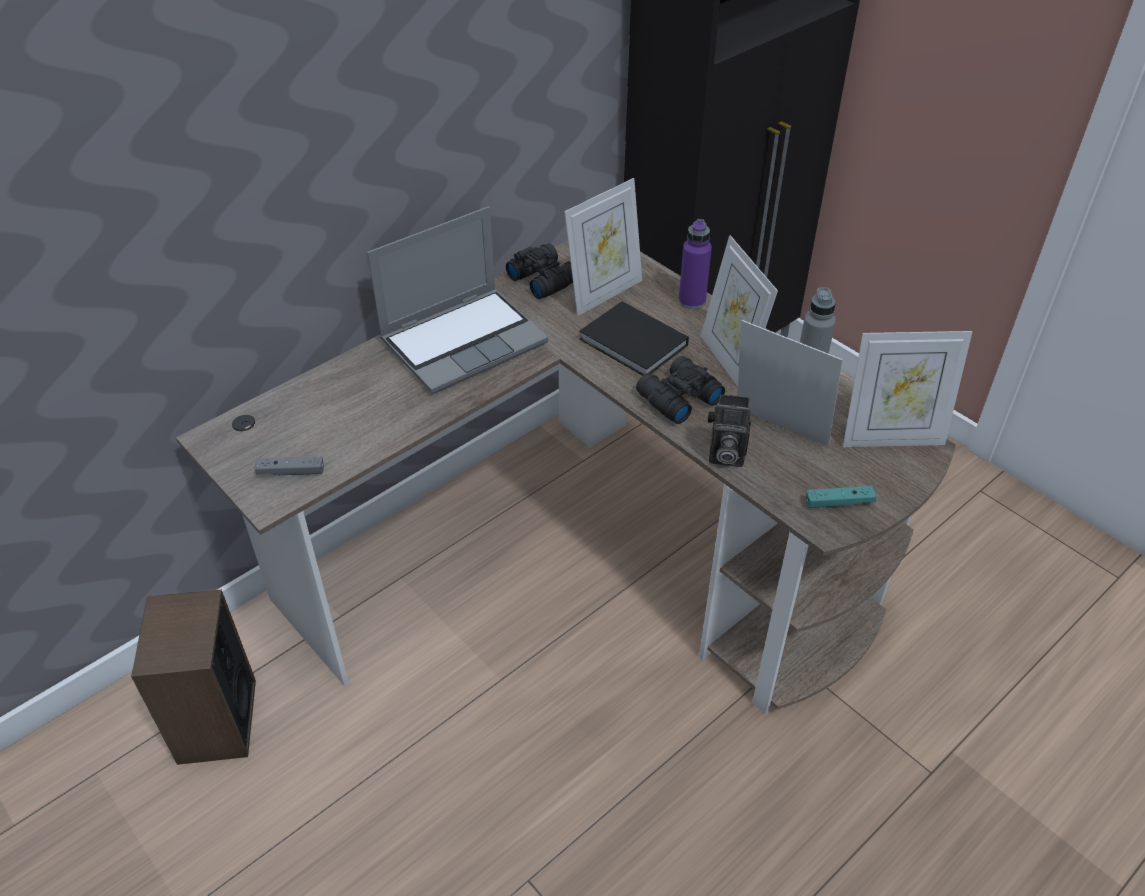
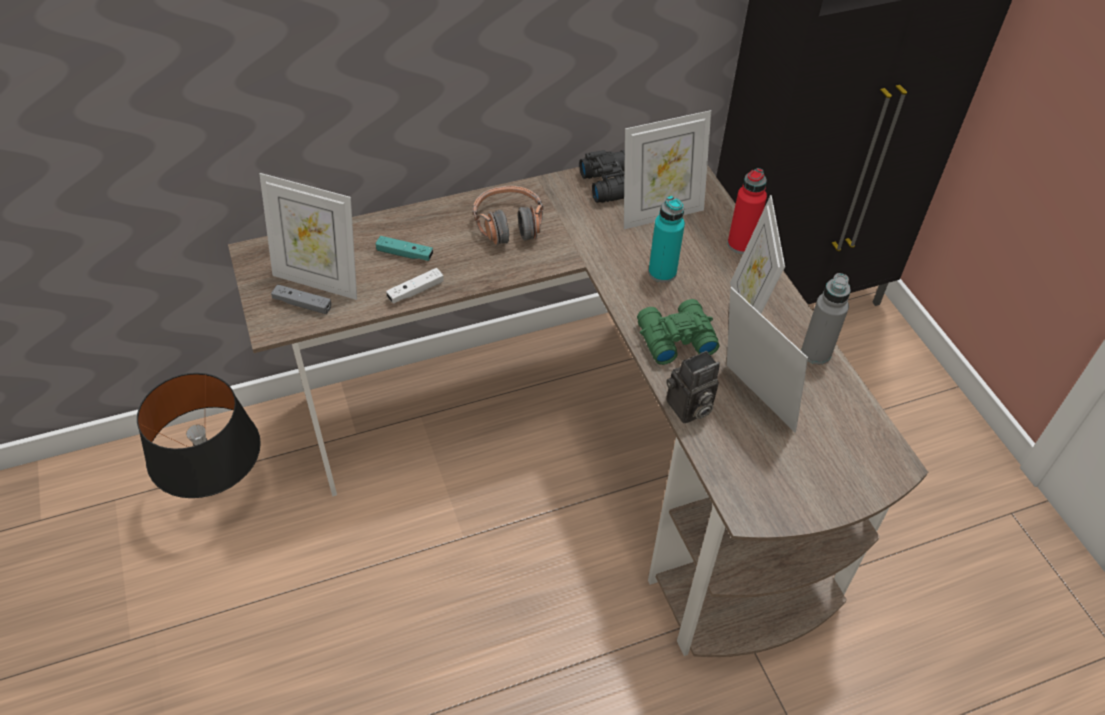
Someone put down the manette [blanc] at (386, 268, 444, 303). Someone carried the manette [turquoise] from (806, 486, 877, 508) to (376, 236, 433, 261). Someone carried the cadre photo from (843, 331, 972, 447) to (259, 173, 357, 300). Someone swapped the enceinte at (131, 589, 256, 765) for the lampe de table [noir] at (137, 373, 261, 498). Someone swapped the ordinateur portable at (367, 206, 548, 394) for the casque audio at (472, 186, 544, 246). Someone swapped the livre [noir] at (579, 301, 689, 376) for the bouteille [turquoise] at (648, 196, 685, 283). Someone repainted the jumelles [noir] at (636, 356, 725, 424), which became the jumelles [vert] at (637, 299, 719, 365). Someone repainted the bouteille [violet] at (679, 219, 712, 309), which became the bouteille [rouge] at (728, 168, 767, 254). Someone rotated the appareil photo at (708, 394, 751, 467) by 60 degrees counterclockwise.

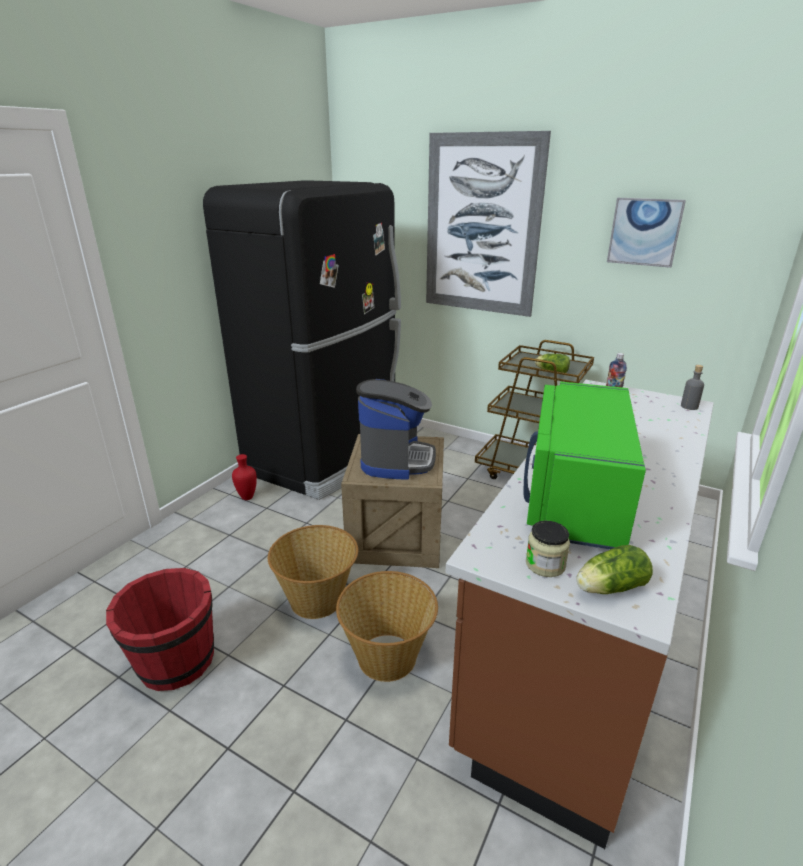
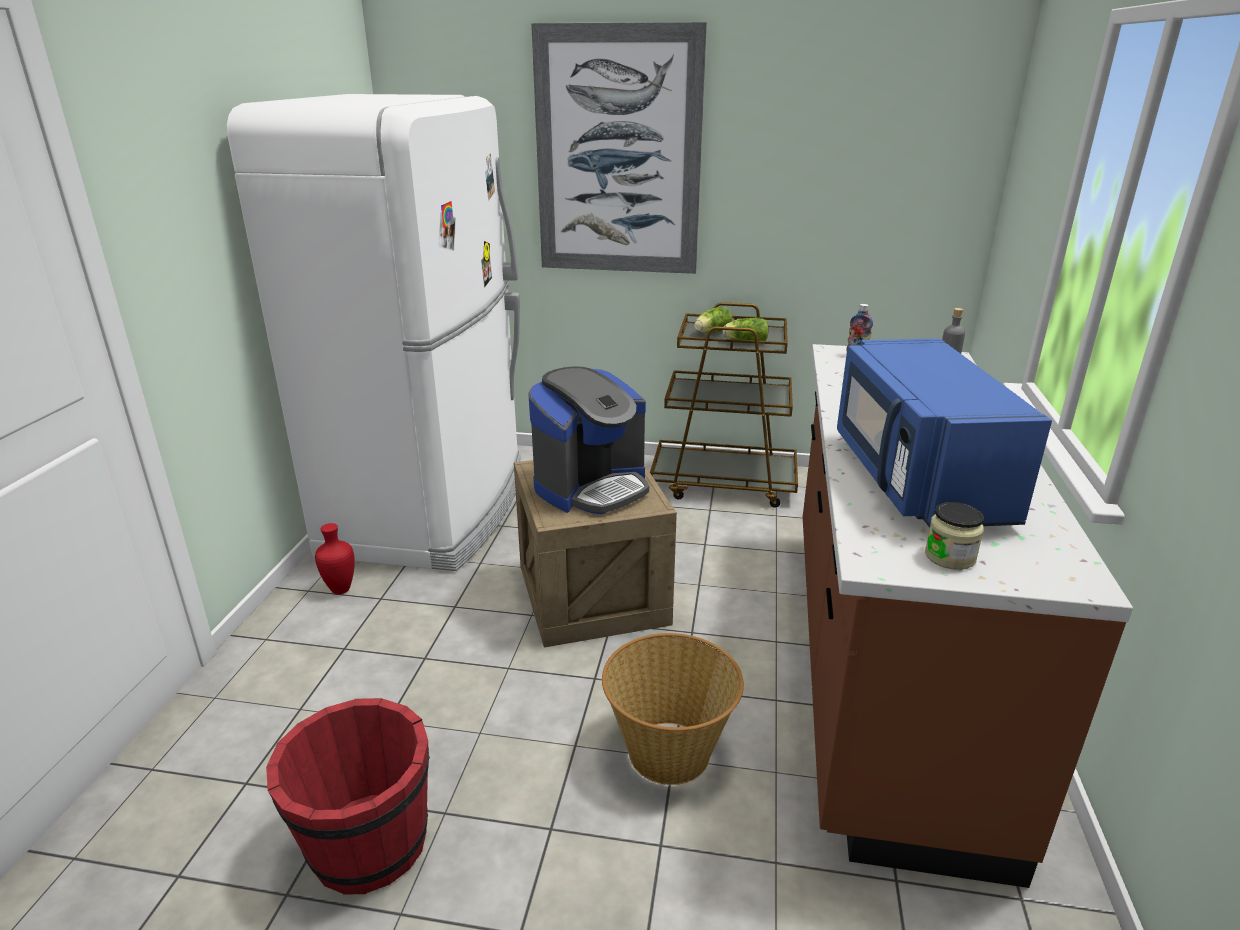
Someone took away the panier at (268, 525, 358, 619). Someone took away the tableau at (607, 198, 686, 268). Someone carried the laitue from (576, 545, 653, 594) to (694, 307, 733, 333). Someone repainted the réfrigérateur [noir] at (203, 180, 401, 500), which became the réfrigérateur [blanc] at (227, 94, 521, 571). Someone repainted the micro-ondes [vert] at (524, 382, 646, 549), which became the micro-ondes [bleu] at (837, 338, 1052, 528). Someone rotated the machine à café at (356, 379, 436, 480) by 60 degrees clockwise.

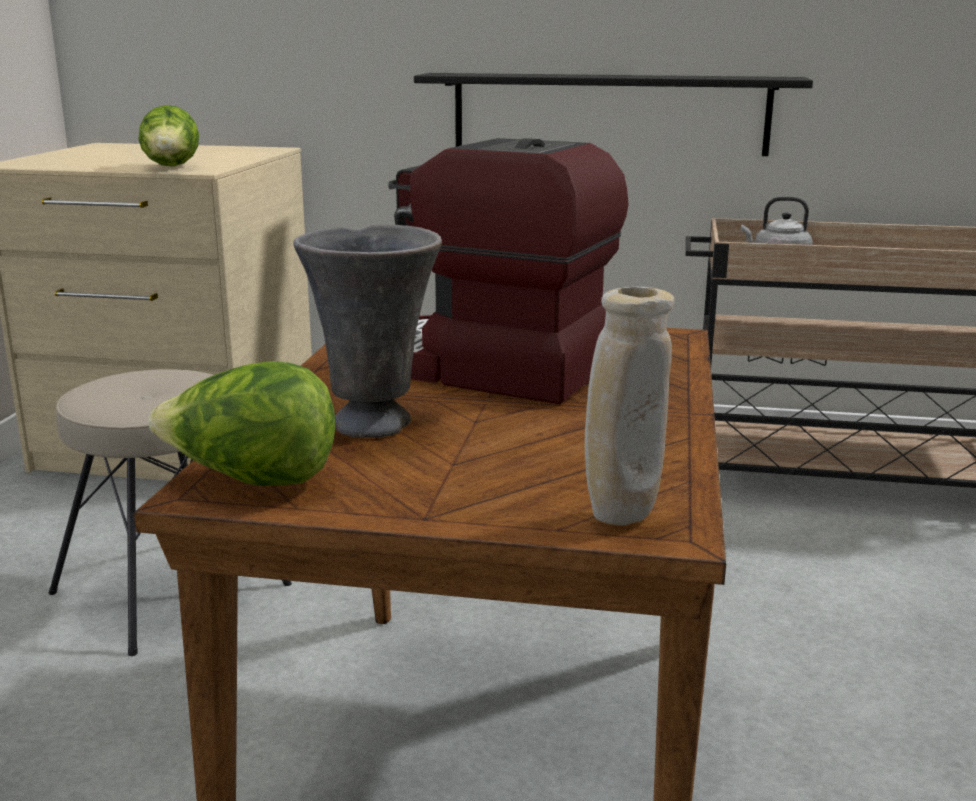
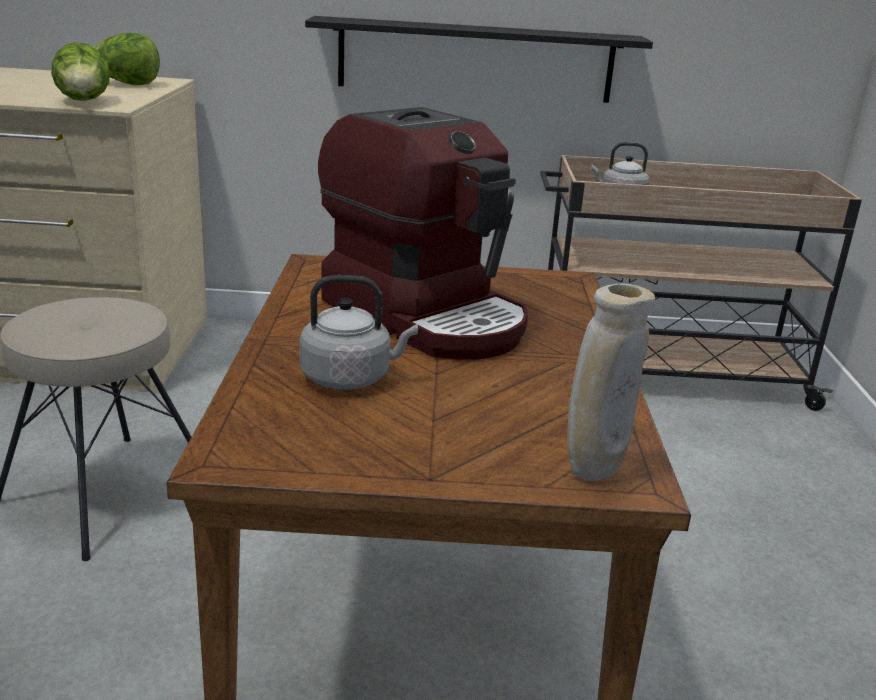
Someone carried the laitue from (149, 361, 335, 486) to (93, 32, 160, 85). Someone swapped the vase [gris] at (293, 224, 442, 438) for the bouilloire [gris] at (299, 275, 418, 390). Someone rotated the machine à café at (388, 138, 628, 404) by 150 degrees counterclockwise.

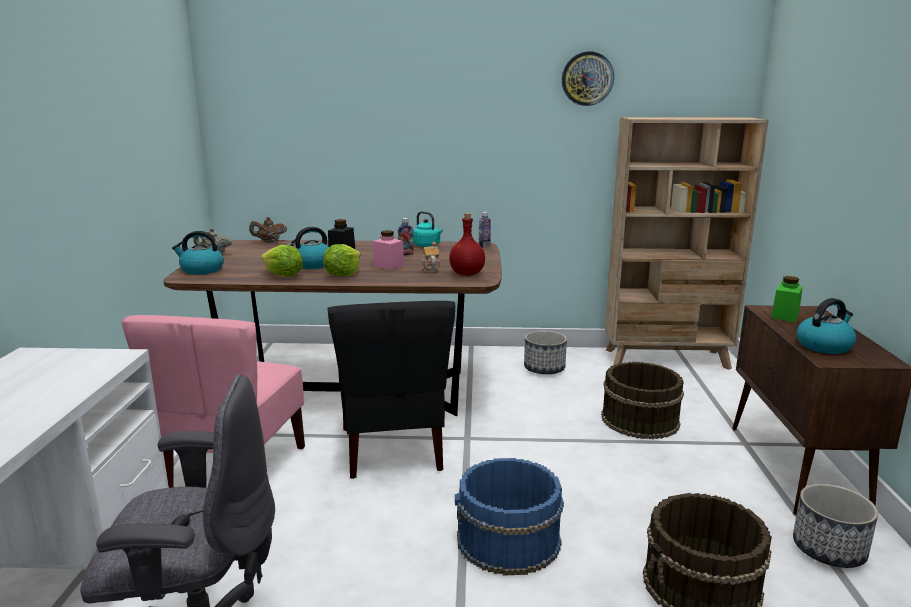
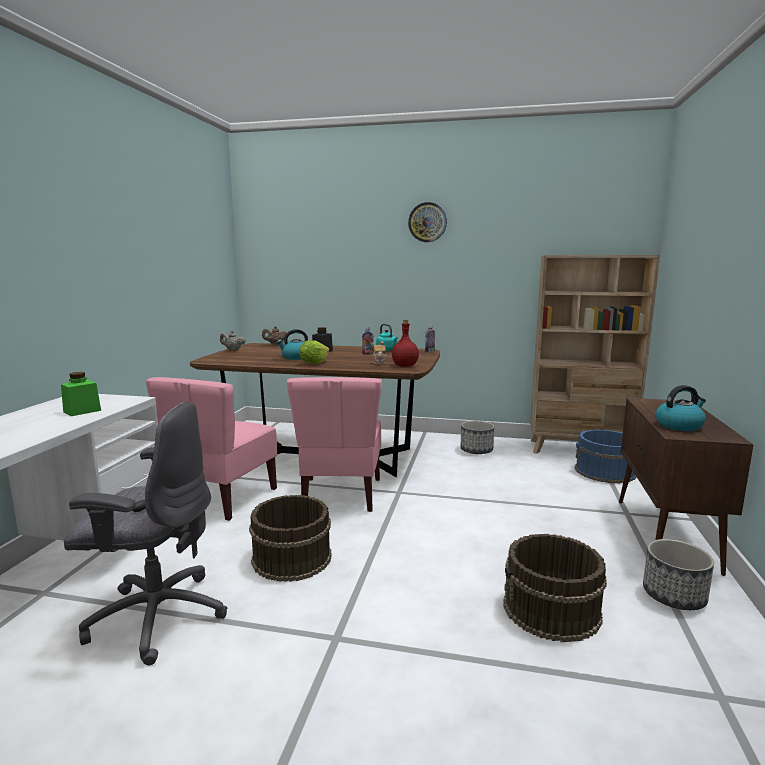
Someone took away the bouilloire at (172, 231, 224, 275). Someone took away the laitue at (261, 245, 303, 276). Someone took away the bocal [rose] at (373, 230, 404, 270). Someone carried the seau [bleu] from (455, 458, 564, 576) to (575, 429, 636, 483). Someone carried the horloge murale from (562, 51, 614, 106) to (408, 202, 447, 242). Someone carried the seau [marron] from (601, 362, 684, 439) to (249, 495, 332, 582). Someone carried the bocal [vert] from (771, 276, 803, 322) to (61, 372, 101, 416). Someone repainted the chaise [noir] at (327, 301, 455, 479), which became the chaise [rose] at (287, 377, 382, 512).

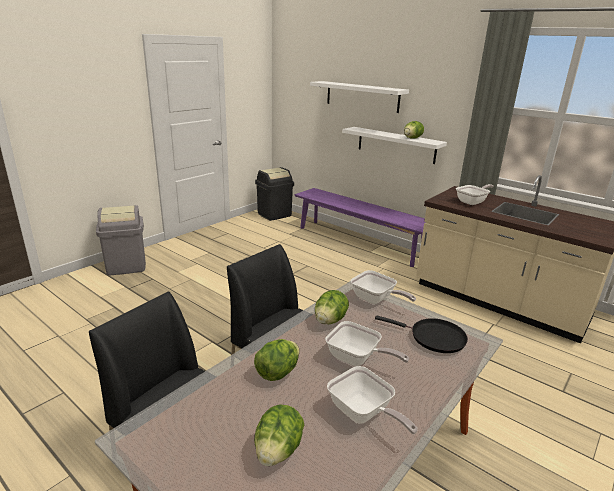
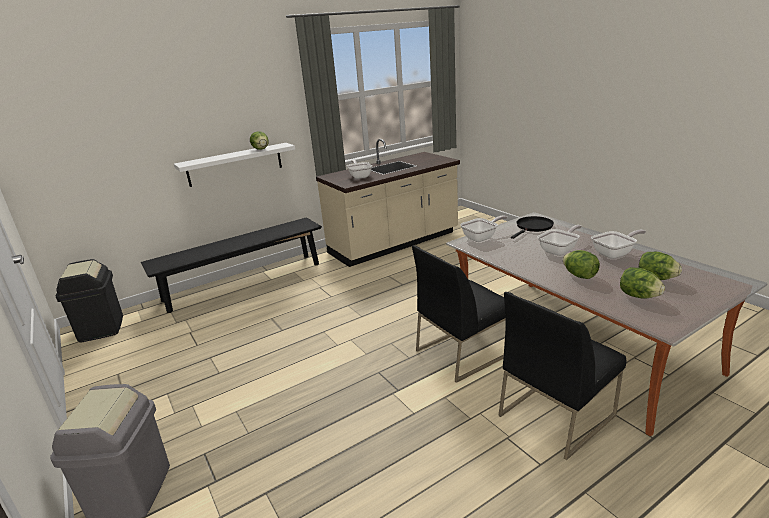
Someone took away the étagère [blanc] at (310, 81, 409, 113). Someone carried the laitue from (315, 290, 349, 324) to (620, 267, 665, 299). Someone repainted the banc [violet] at (294, 188, 425, 267), which became the banc [noir] at (141, 217, 322, 313).

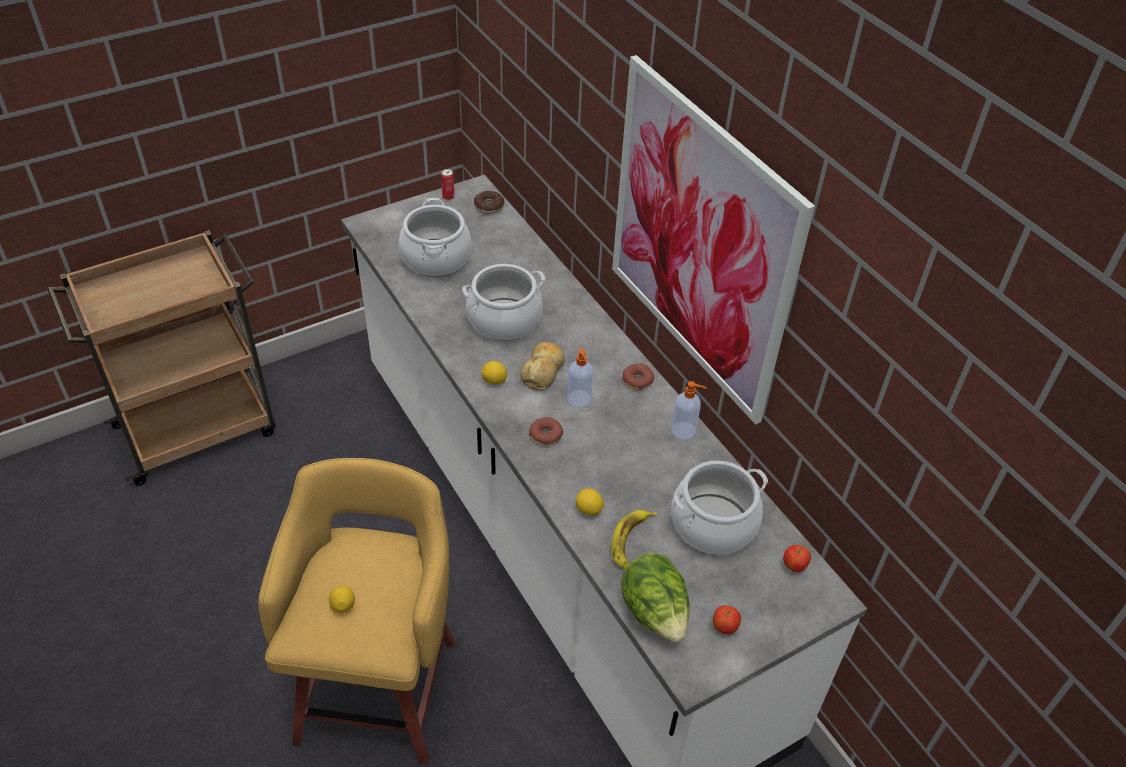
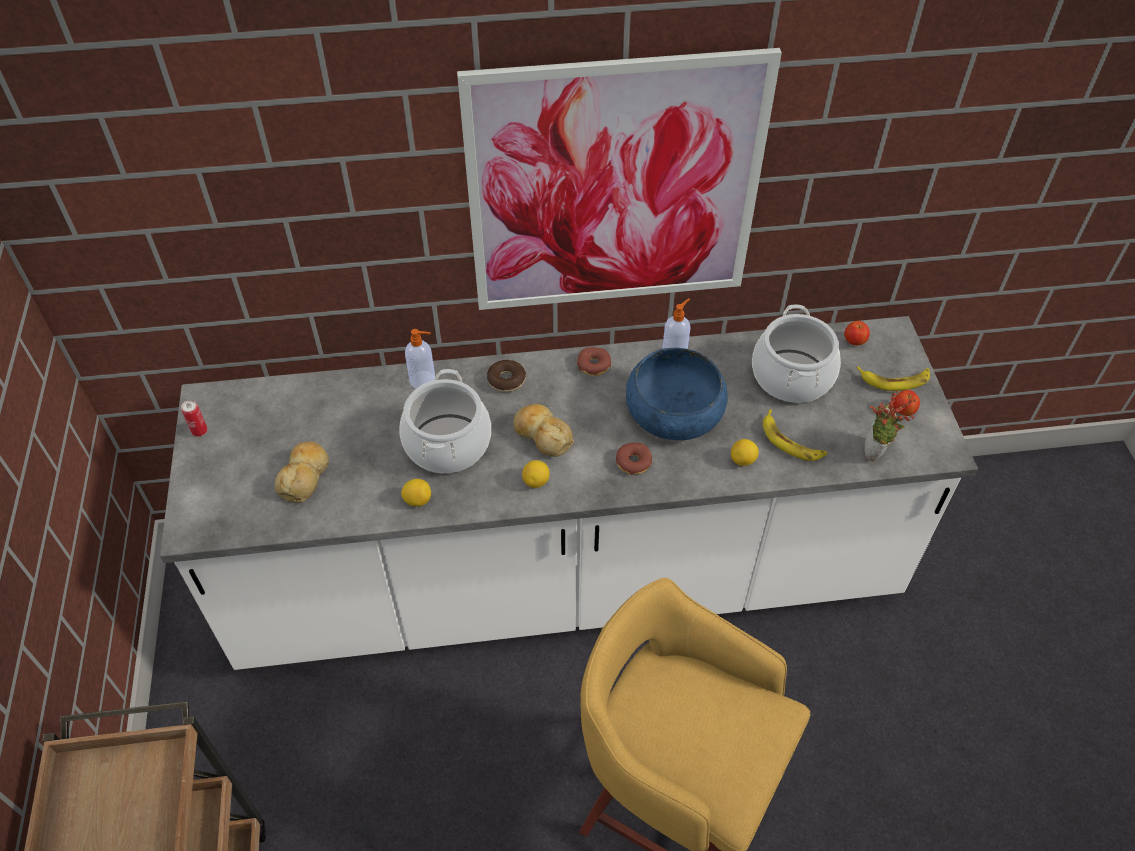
Someone put down the bol [bleu] at (626, 347, 727, 440). Someone put down the banane at (857, 366, 930, 391). Someone carried the citron from (329, 586, 355, 613) to (401, 479, 431, 506). Someone carried the beignet from (474, 191, 505, 214) to (487, 360, 526, 392). Someone carried the distributeur de savon from (567, 349, 593, 407) to (405, 329, 435, 389). Someone swapped the marmite at (399, 198, 471, 277) for the pain at (275, 441, 329, 502). Someone swapped the laitue at (621, 553, 690, 642) for the plante en pot at (865, 391, 916, 461).

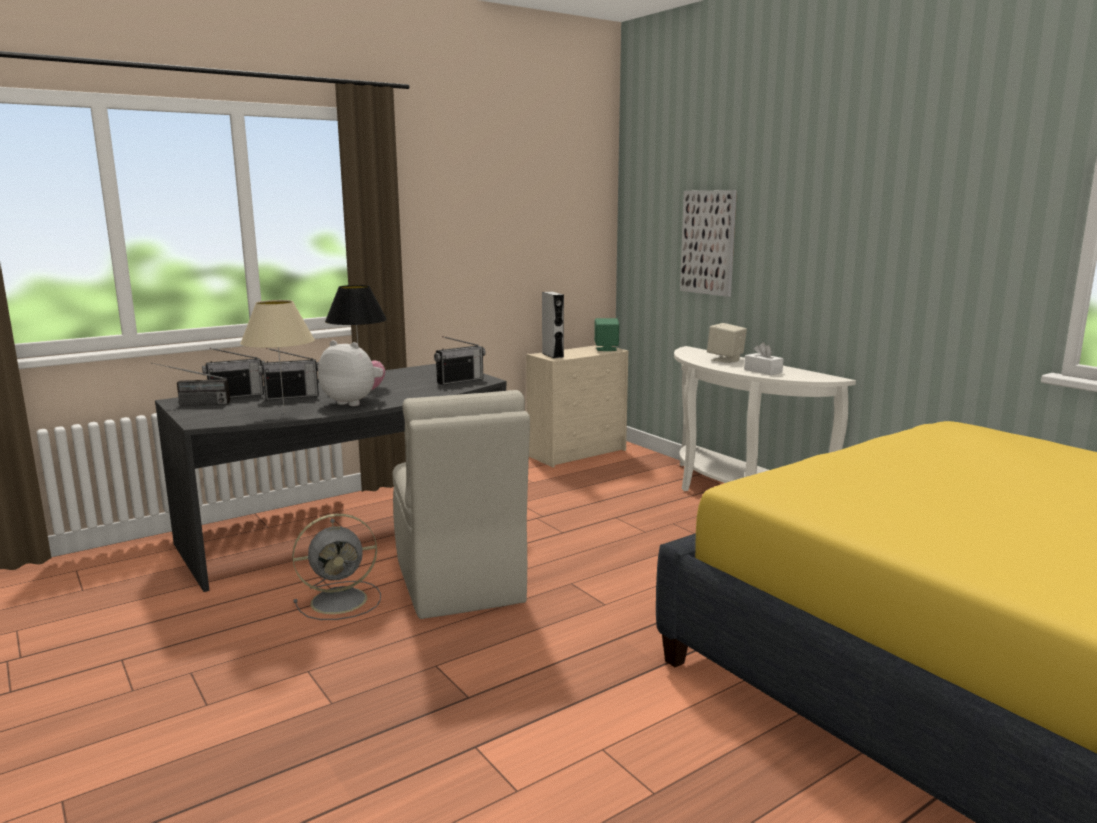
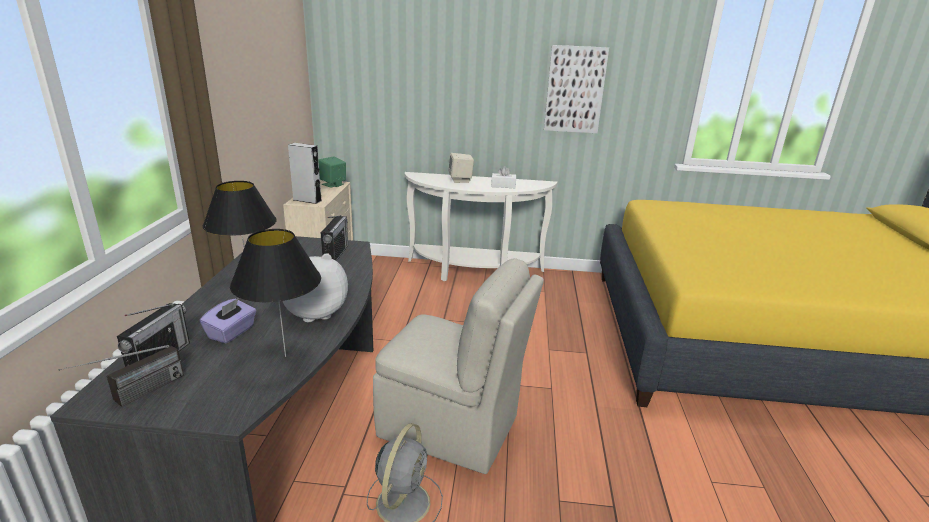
Someone carried the tableau from (680, 190, 737, 297) to (544, 45, 609, 133). Someone swapped the radio at (258, 348, 319, 400) for the boîte à mouchoirs [violet] at (200, 298, 256, 343). Someone repainted the lampe de table [beige] at (240, 300, 315, 413), which became the lampe de table [noir] at (230, 229, 321, 357).

